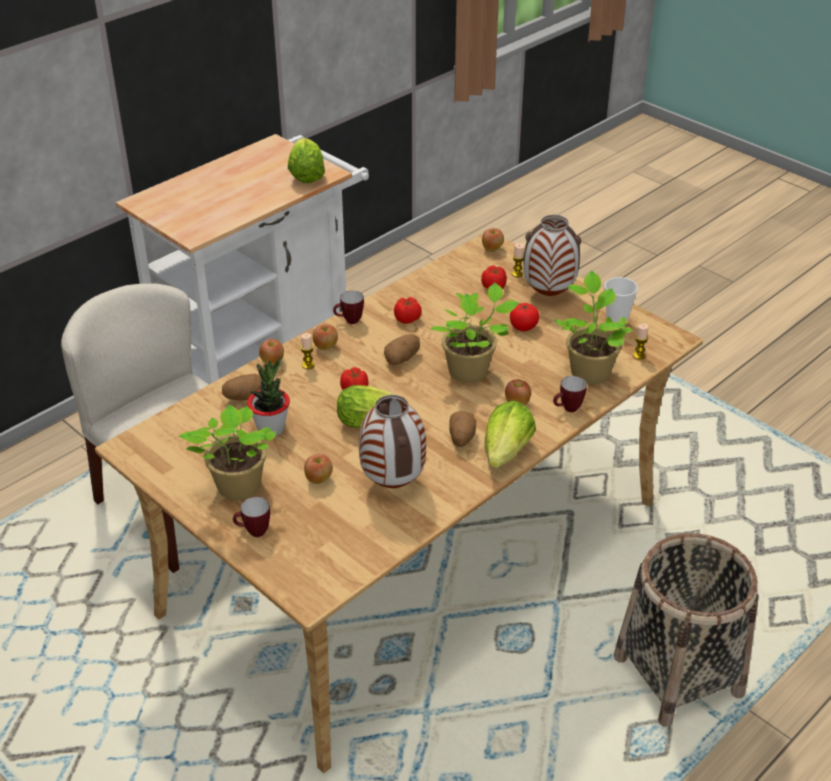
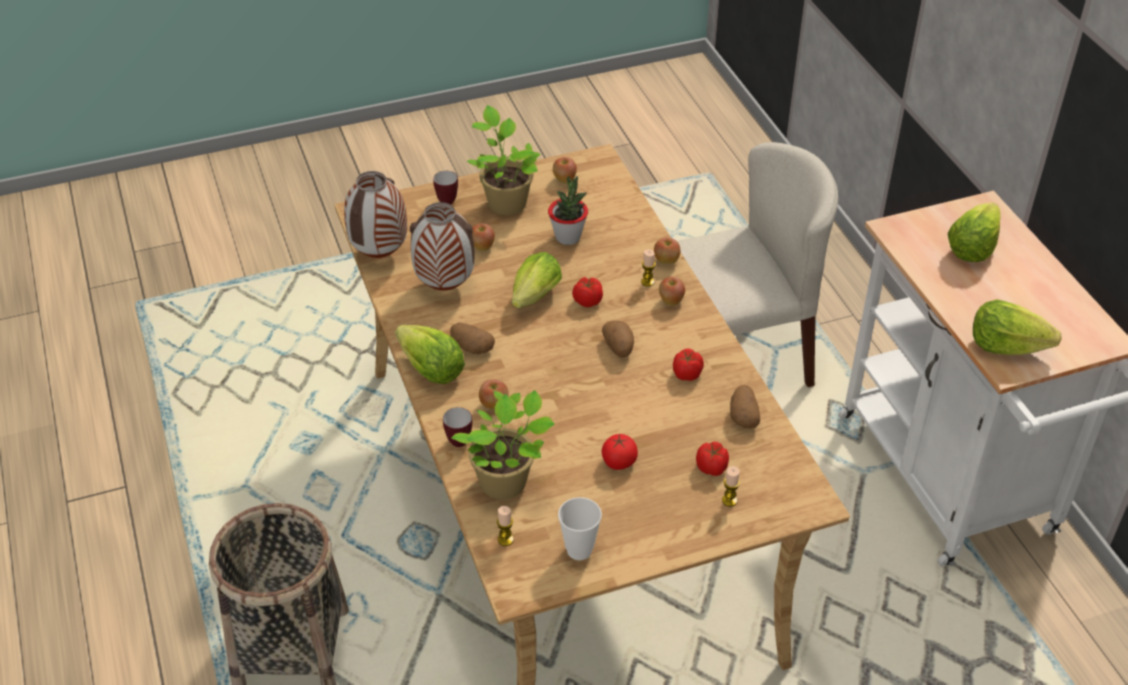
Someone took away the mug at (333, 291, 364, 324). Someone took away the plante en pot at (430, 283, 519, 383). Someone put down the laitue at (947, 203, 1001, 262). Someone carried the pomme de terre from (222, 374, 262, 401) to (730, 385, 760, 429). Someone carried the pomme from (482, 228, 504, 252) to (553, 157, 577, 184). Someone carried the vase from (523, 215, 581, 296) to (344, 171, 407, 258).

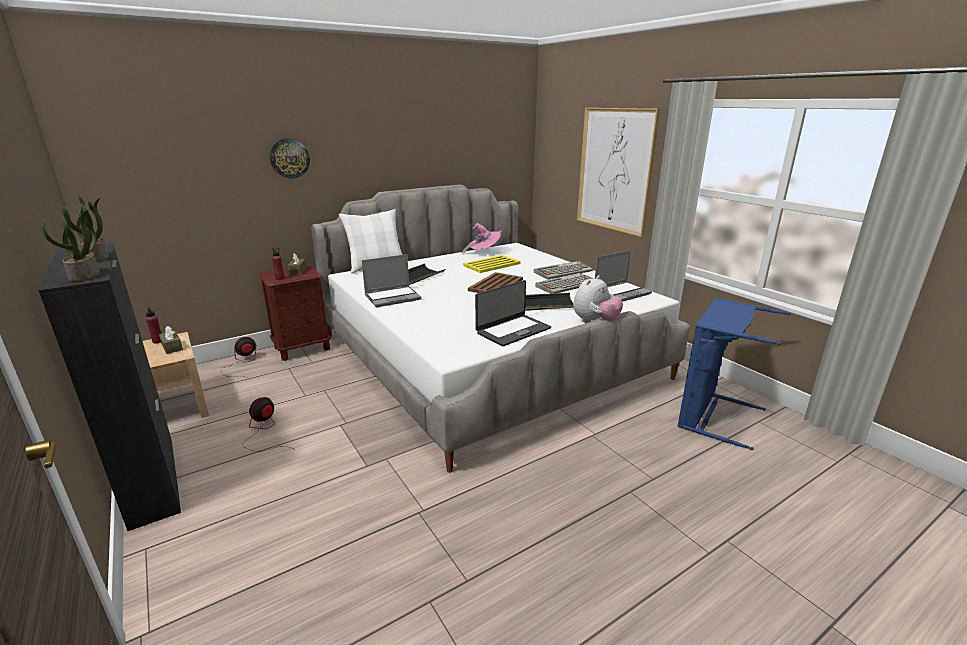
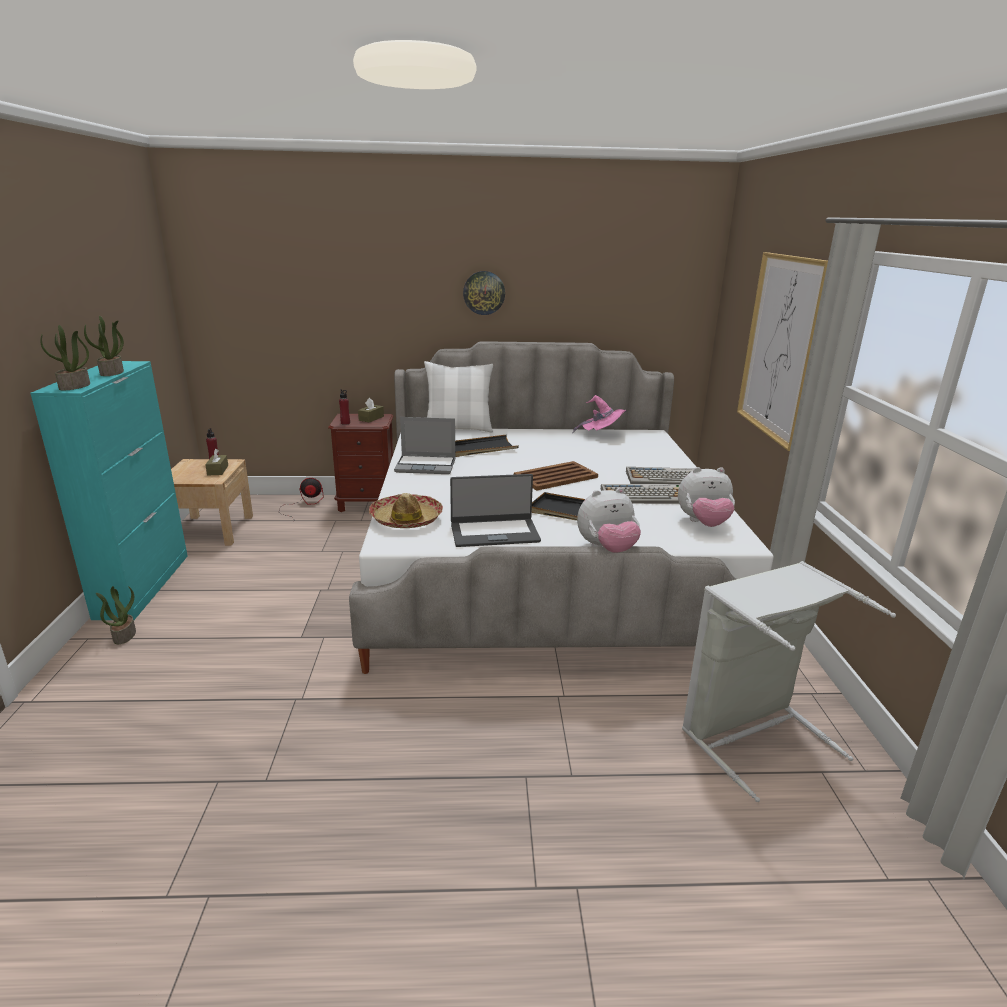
Someone took away the ventilateur at (242, 397, 291, 452). Someone took away the plateau [jaune] at (463, 255, 521, 273). Someone put down the plante en pot at (96, 586, 136, 644). Someone put down the chapeau at (369, 493, 443, 528). Someone carried the horloge murale from (270, 138, 310, 179) to (463, 271, 505, 315). Someone swapped the ordinateur portable at (595, 250, 652, 302) for the peluche at (678, 467, 735, 527). Someone repainted the meuble de rangement [noir] at (38, 242, 181, 531), which became the meuble de rangement [turquoise] at (30, 361, 188, 620). Someone repainted the panier à linge [bleu] at (677, 298, 791, 450), which became the panier à linge [gris] at (682, 561, 896, 802).

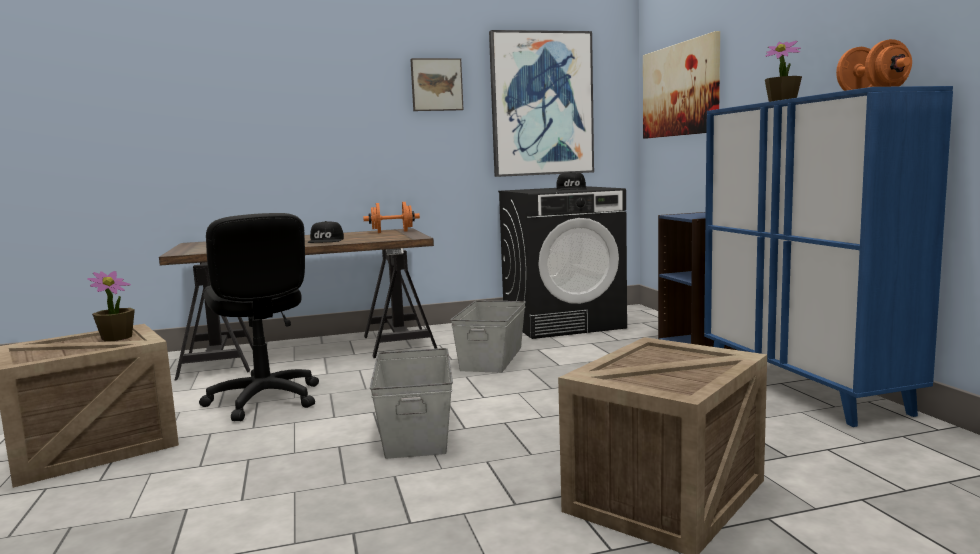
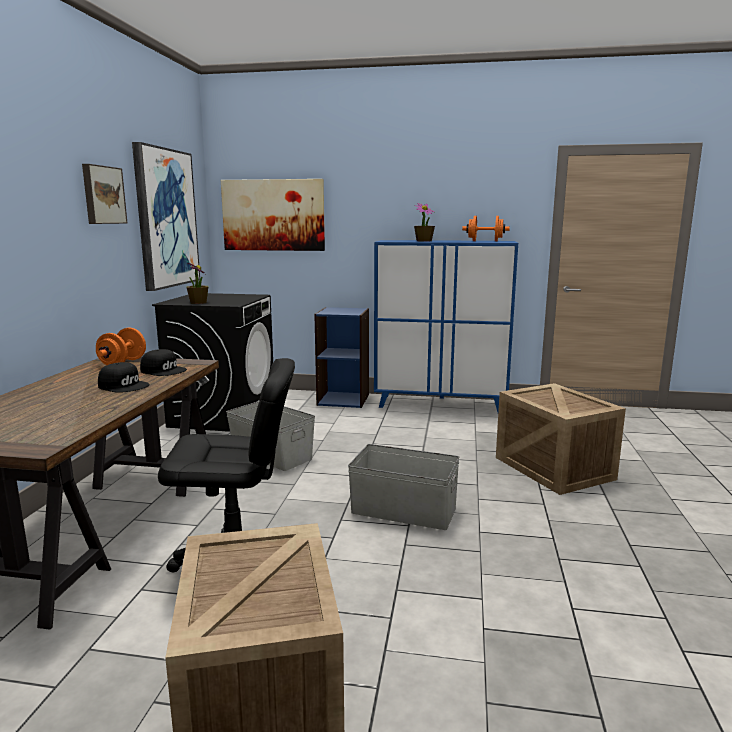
Someone carried the plante en pot from (87, 271, 135, 341) to (186, 263, 208, 304). Someone carried the casquette [noir] from (556, 172, 587, 190) to (140, 349, 187, 376).

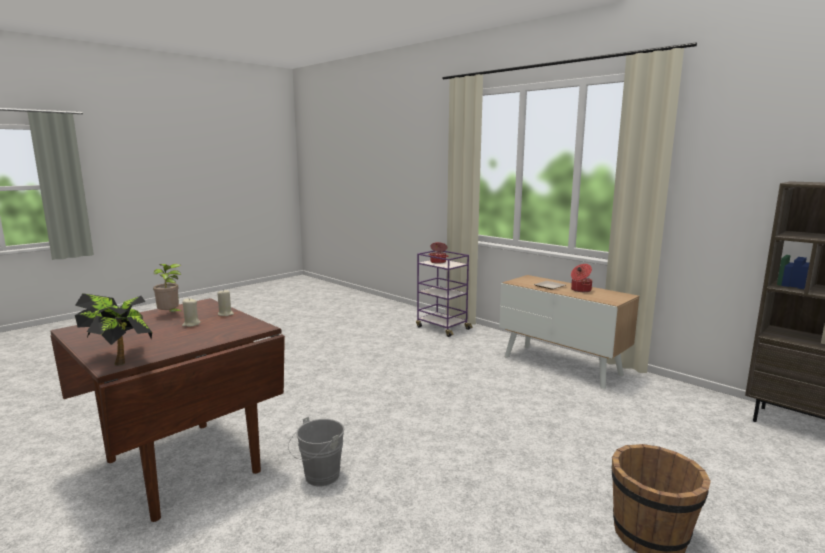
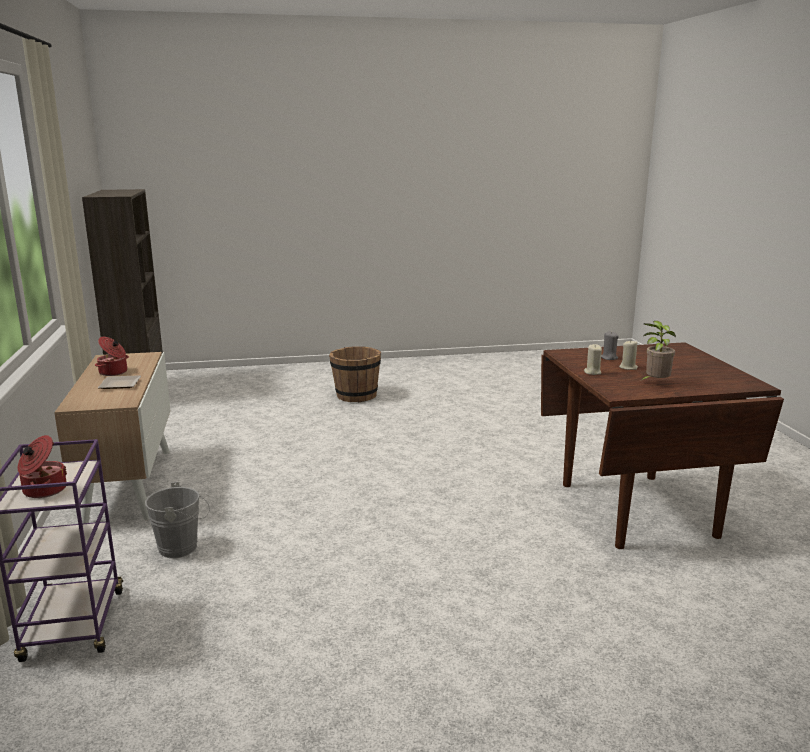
Someone took away the plante en pot at (75, 293, 152, 366). Someone put down the bougie [gris] at (601, 331, 619, 360). Someone carried the seau [gris] from (288, 417, 344, 486) to (145, 482, 210, 558).

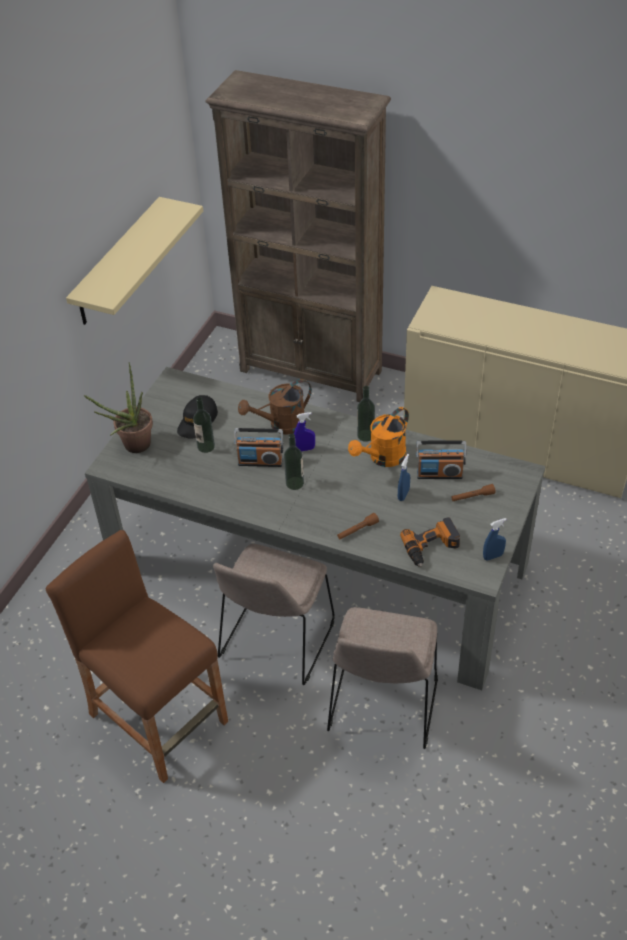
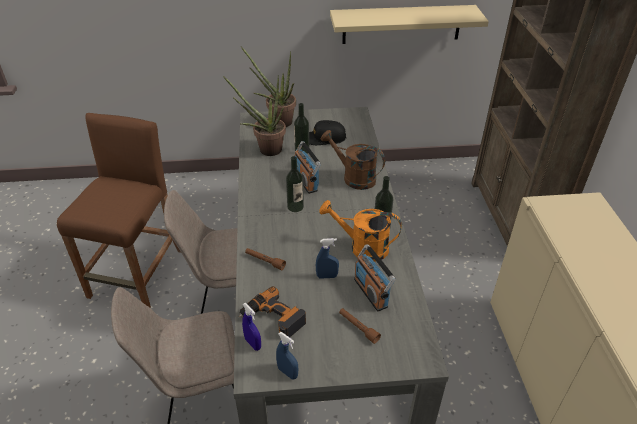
Someone put down the plante en pot at (223, 76, 286, 156). Someone carried the vaporisateur [bleu] from (294, 412, 315, 451) to (242, 303, 261, 351).

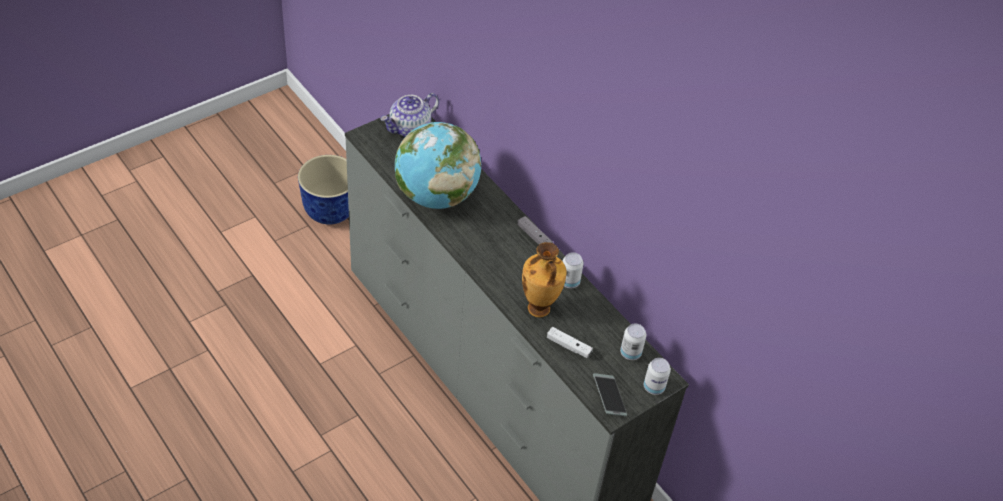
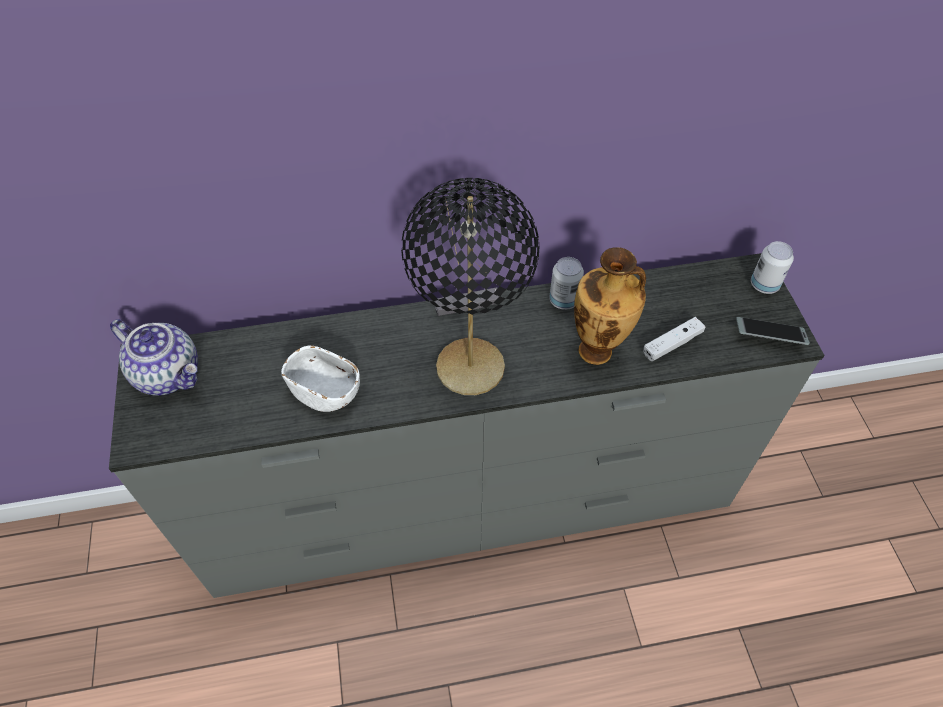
Someone took away the cache-pot at (298, 155, 349, 225). Someone took away the boîte métallique at (620, 324, 646, 360). Someone put down the lampe de table [noir] at (401, 178, 539, 395). Someone swapped the globe at (395, 122, 481, 209) for the bol [blanc] at (281, 346, 360, 412). Someone rotated the théière at (381, 93, 439, 137) by 45 degrees counterclockwise.

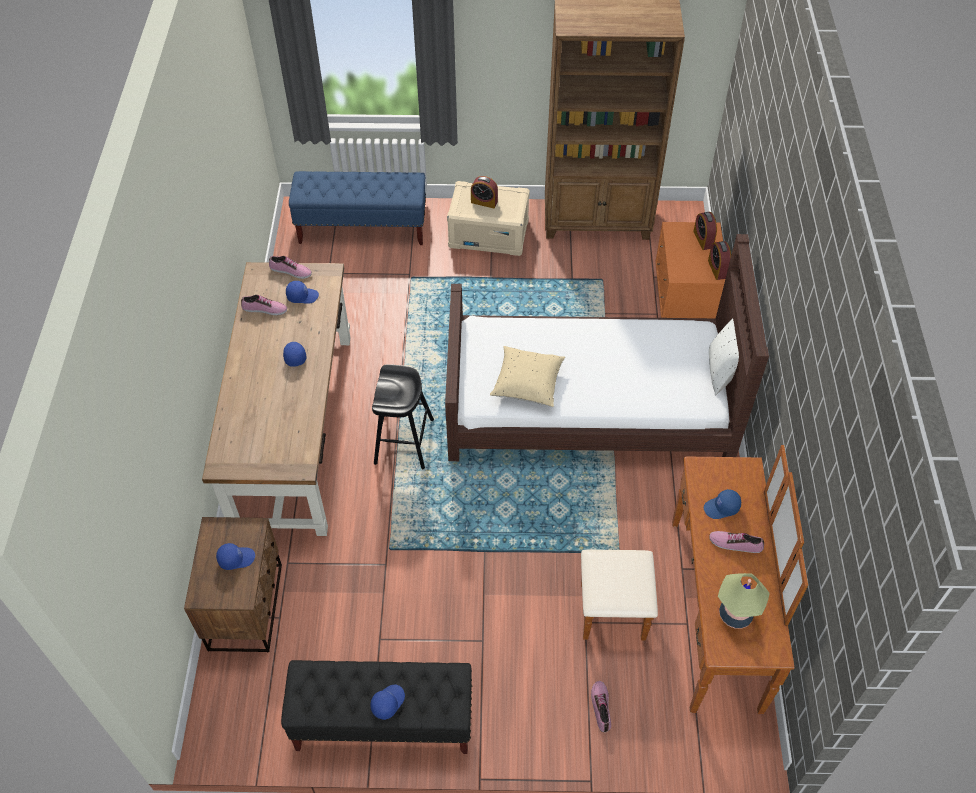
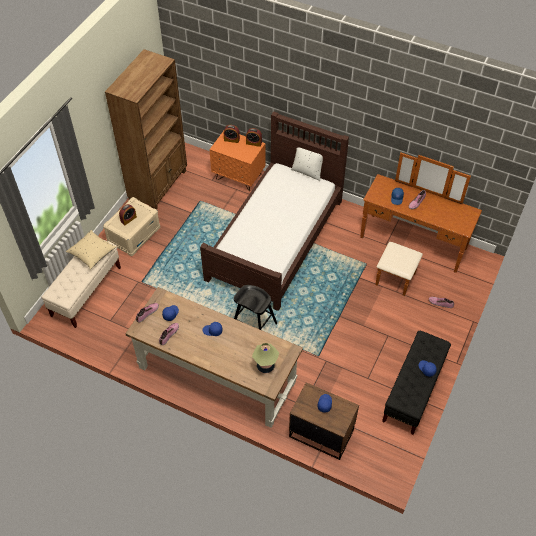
Someone carried the coussin [beige] from (490, 346, 565, 407) to (66, 230, 116, 269). Someone carried the lampe de table from (718, 573, 770, 629) to (252, 343, 279, 373). Someone repainted the banc [bleu] at (289, 171, 426, 245), which became the banc [beige] at (41, 241, 121, 328).

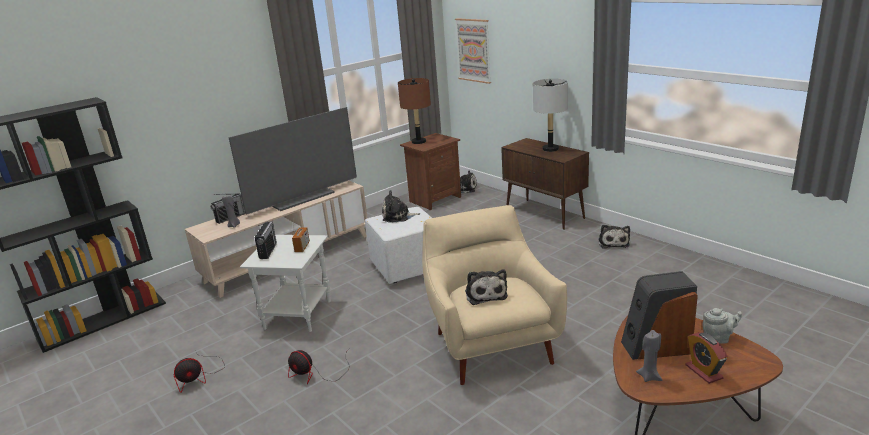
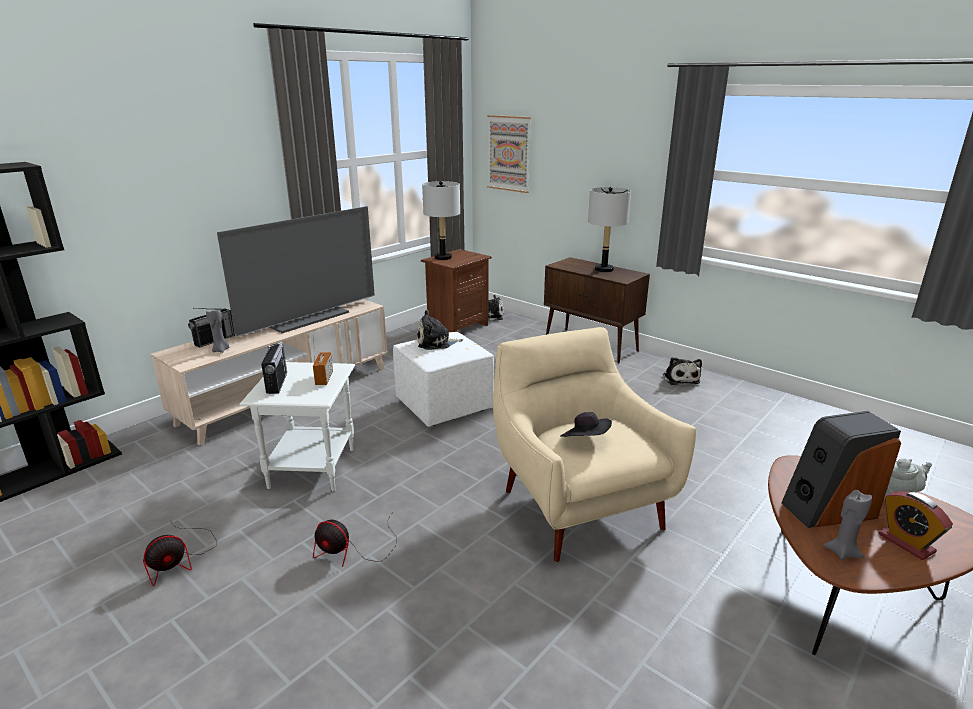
Someone swapped the peluche at (465, 269, 508, 305) for the chapeau [noir] at (560, 412, 612, 437). Someone repainted the lampe de table [marron] at (398, 78, 431, 144), which became the lampe de table [gris] at (422, 181, 460, 260).

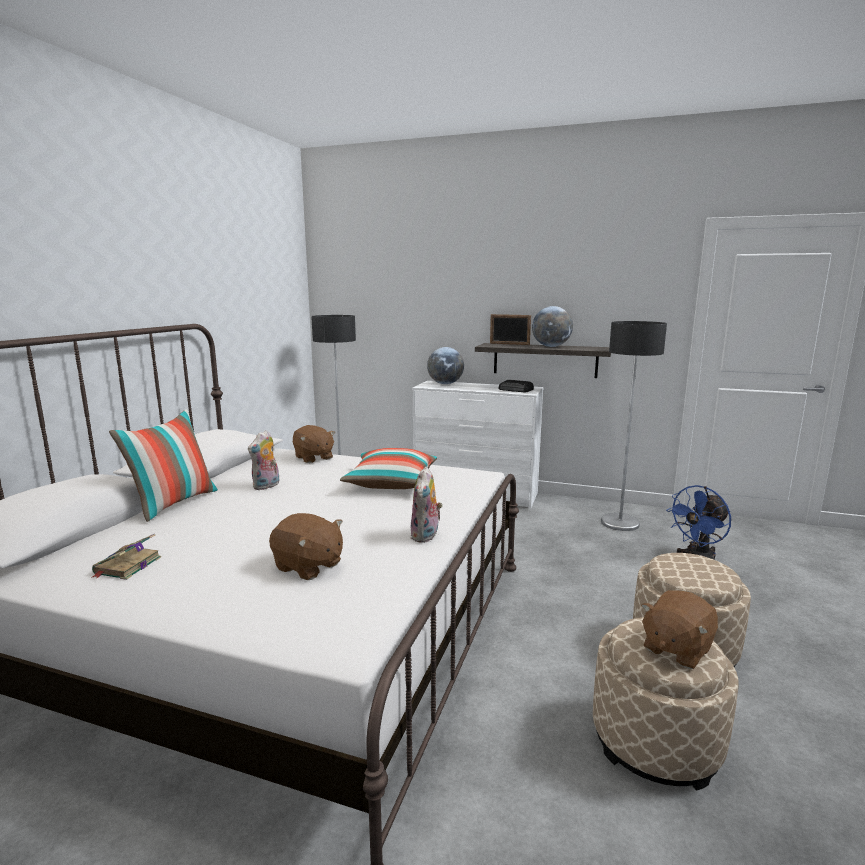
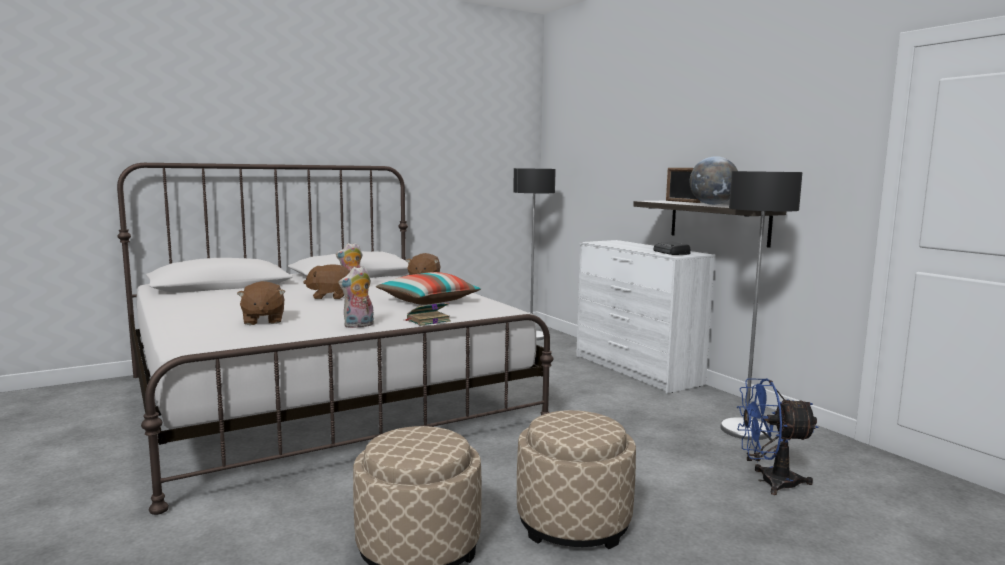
Someone took away the coussin at (109, 409, 218, 522). Someone took away the globe at (427, 347, 464, 384). Someone carried the livre from (91, 534, 161, 580) to (406, 302, 451, 326). Someone carried the peluche [marron] from (641, 590, 718, 669) to (303, 264, 350, 299).

